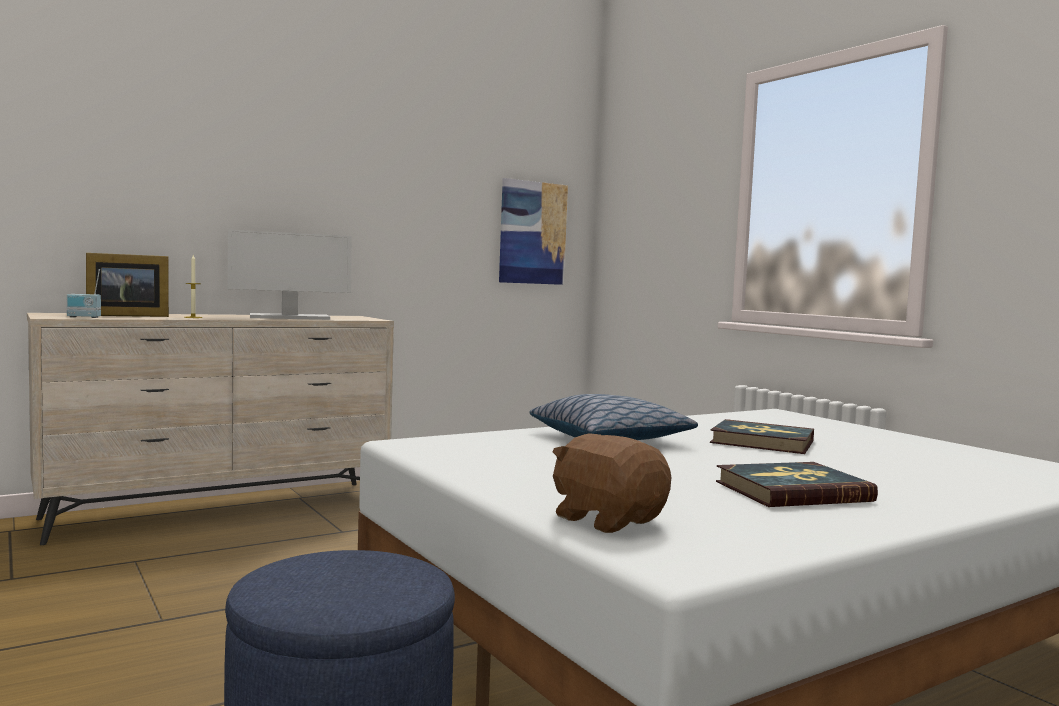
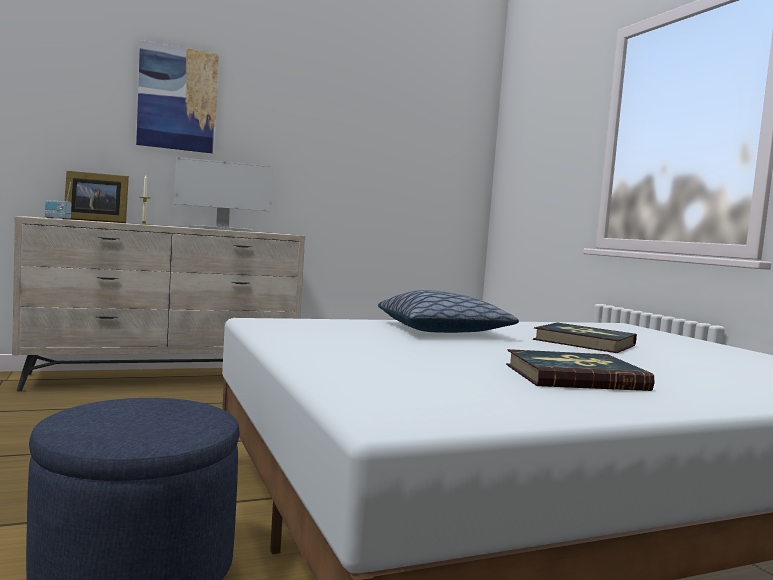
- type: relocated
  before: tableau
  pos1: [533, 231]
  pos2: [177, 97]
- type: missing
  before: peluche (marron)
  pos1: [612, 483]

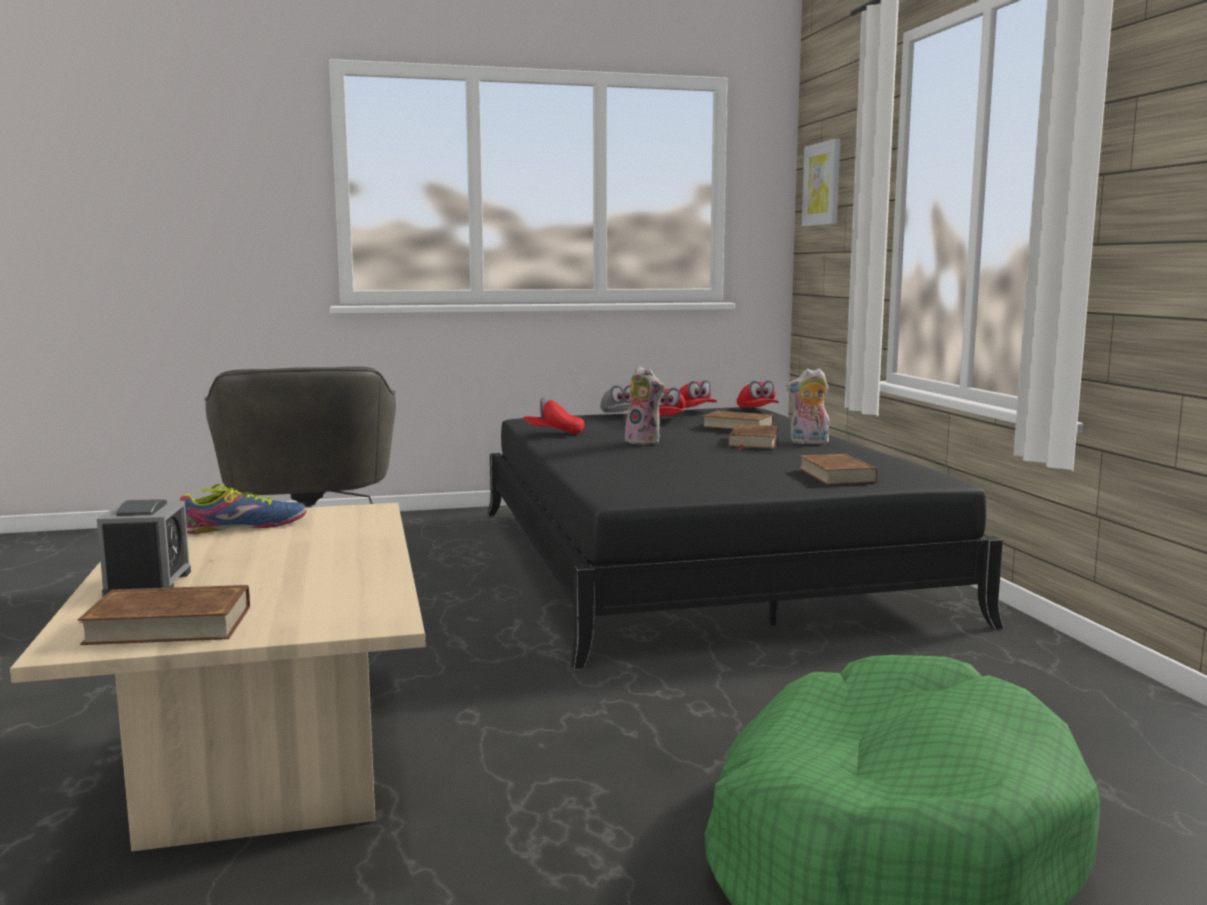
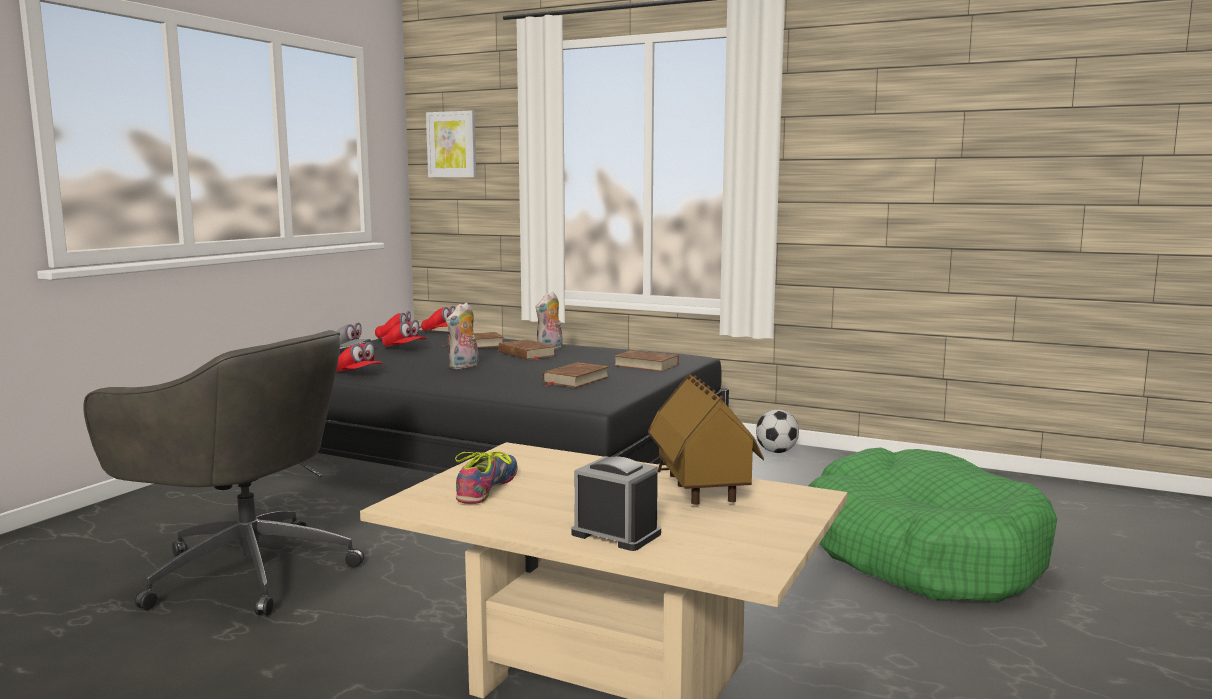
- type: spun
  before: casquette (rouge)
  pos1: [554, 415]
  pos2: [360, 357]
  turn: -90
- type: spun
  before: peluche
  pos1: [644, 405]
  pos2: [462, 335]
  turn: 135
- type: relocated
  before: livre (marron)
  pos1: [164, 615]
  pos2: [576, 375]
- type: appeared
  after: maison miniature
  pos2: [706, 439]
- type: appeared
  after: ballon de foot
  pos2: [777, 431]

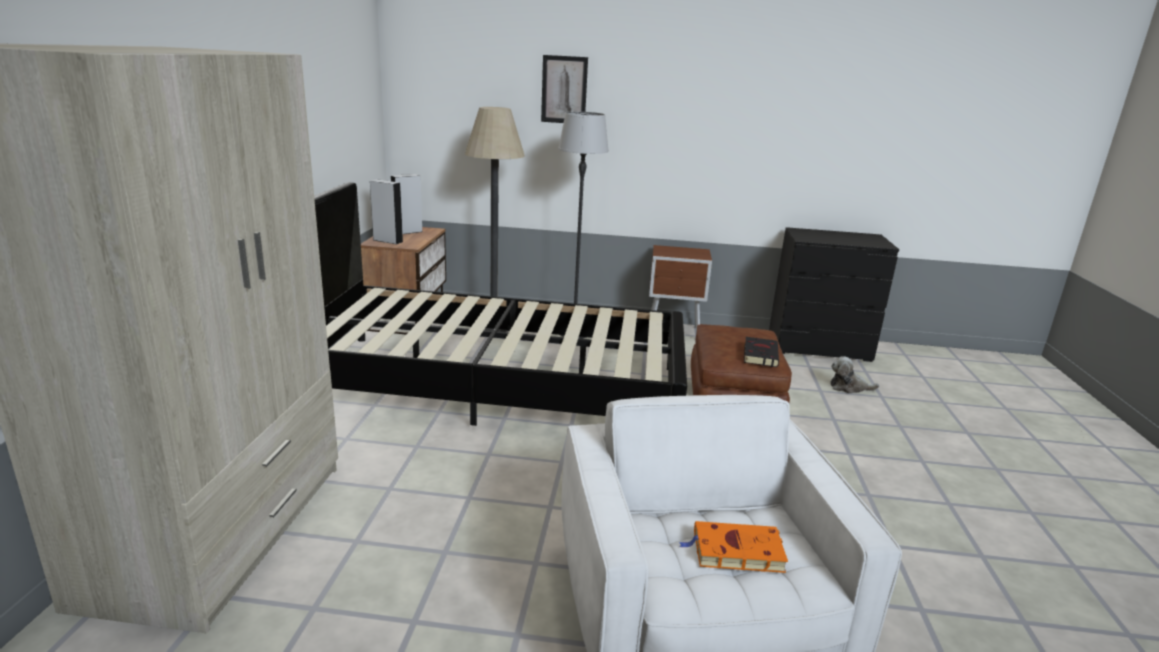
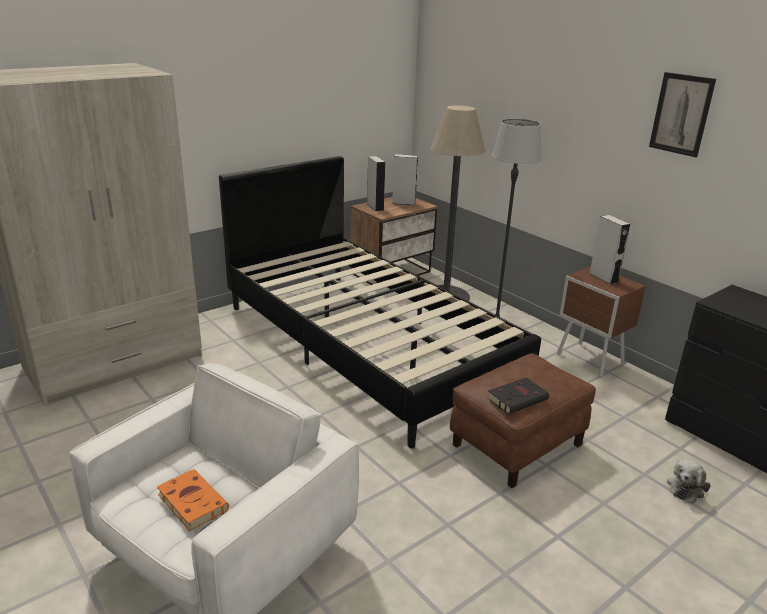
- type: appeared
  after: enceinte (gris)
  pos2: [609, 250]
- type: relocated
  before: tableau
  pos1: [564, 89]
  pos2: [682, 114]
- type: spun
  before: peluche
  pos1: [854, 375]
  pos2: [688, 481]
  turn: -105

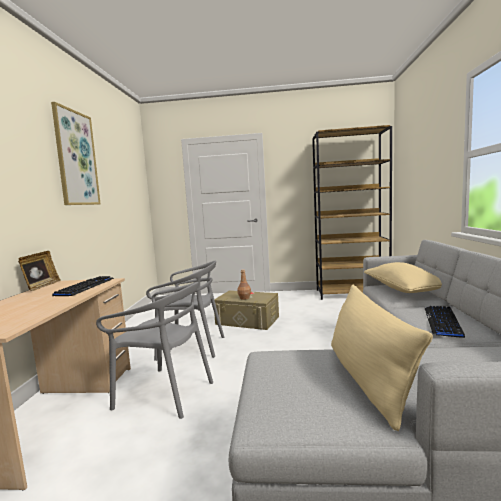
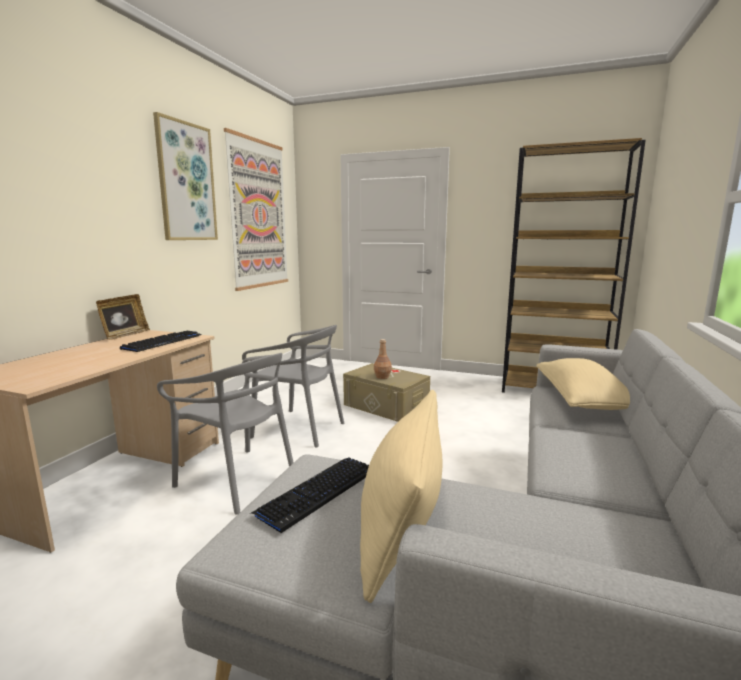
- type: appeared
  after: tableau
  pos2: [256, 209]
- type: relocated
  before: clavier
  pos1: [445, 322]
  pos2: [309, 495]

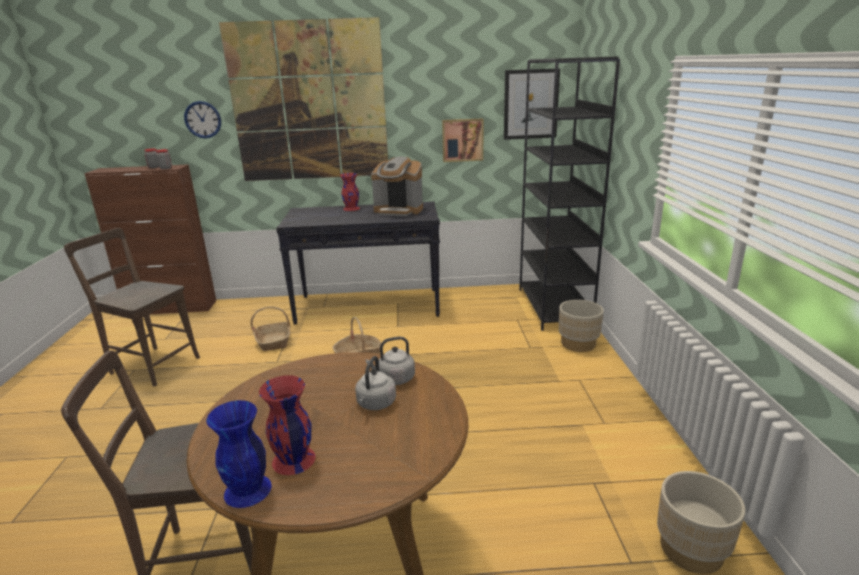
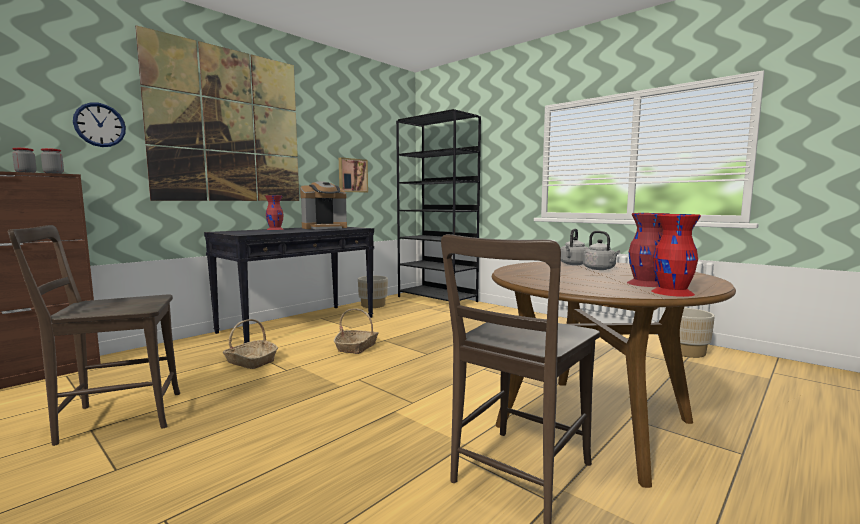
- type: relocated
  before: cache-pot (beige)
  pos1: [581, 326]
  pos2: [373, 292]
- type: colour
  before: vase (bleu)
  after: vase (rouge)
  pos1: [238, 454]
  pos2: [676, 255]
- type: missing
  before: tableau
  pos1: [532, 104]

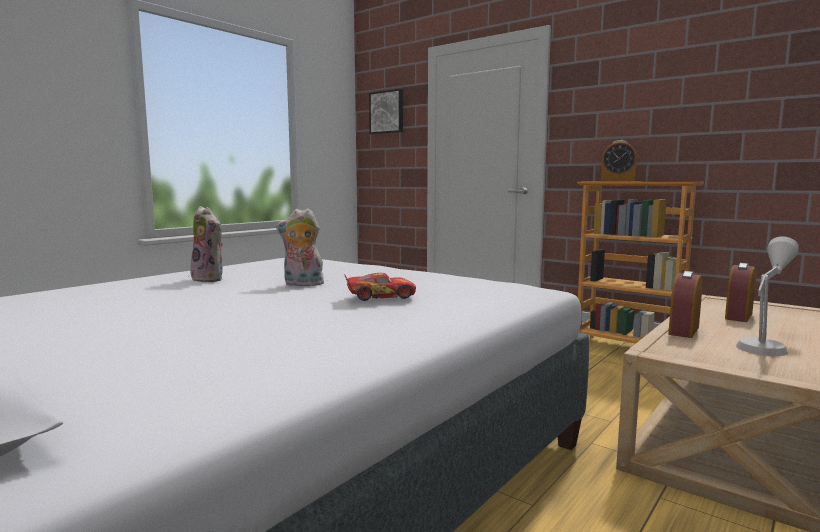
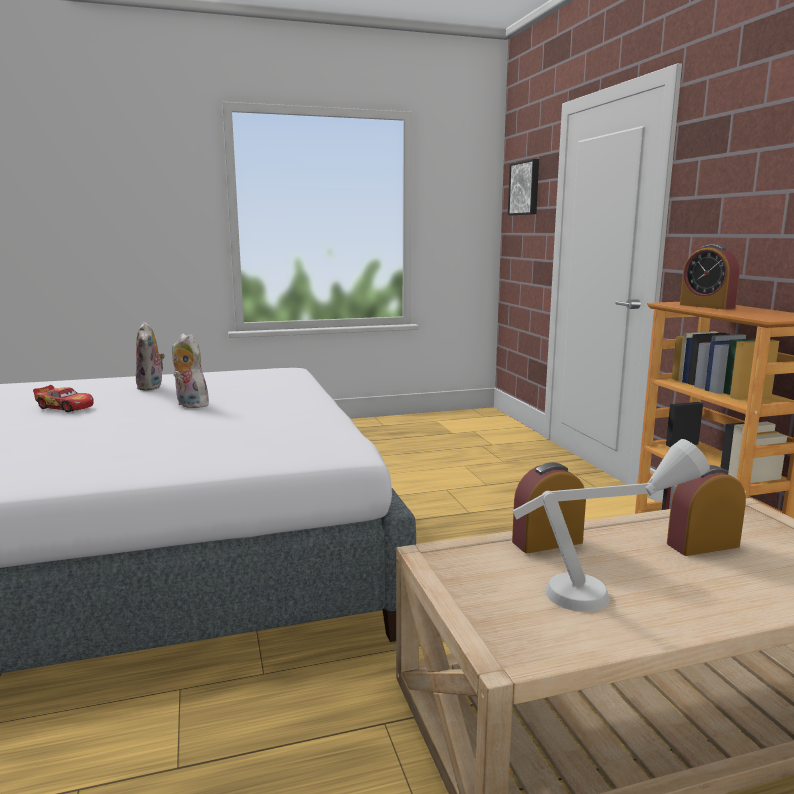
- type: relocated
  before: petite voiture
  pos1: [380, 287]
  pos2: [63, 398]

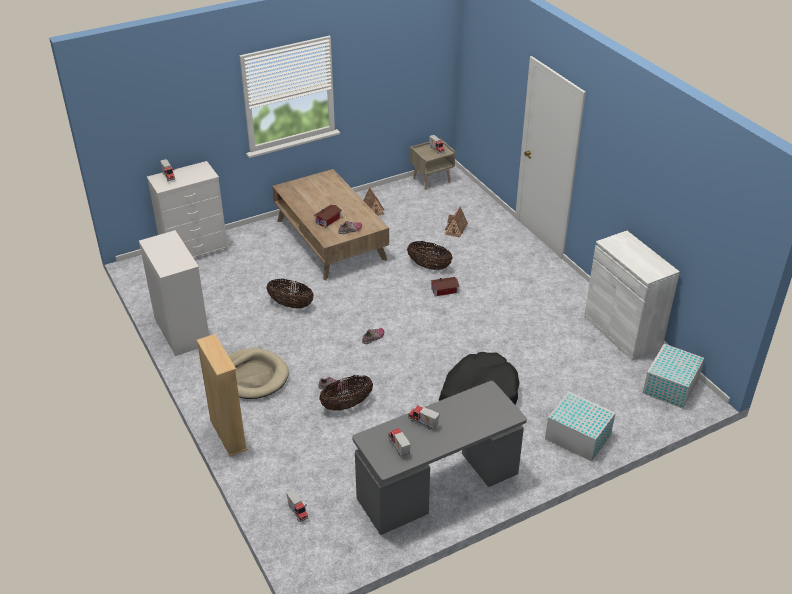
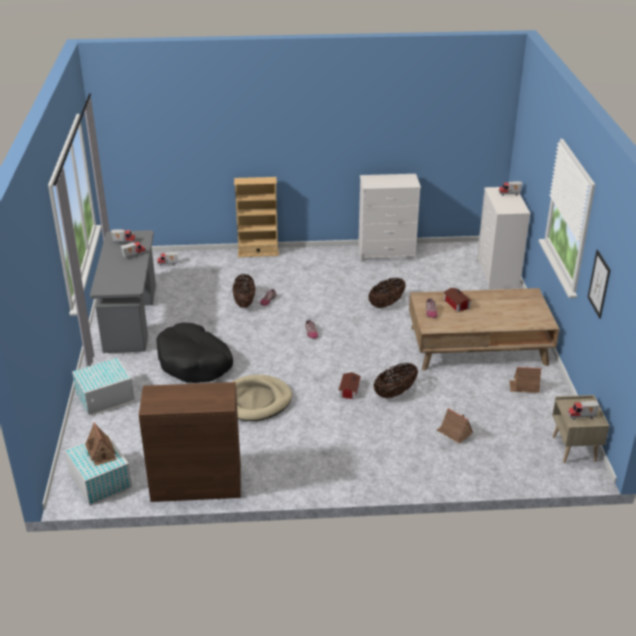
- type: appeared
  after: maison miniature
  pos2: [100, 444]
- type: colour
  before: meuble de rangement (blanc)
  after: meuble de rangement (marron)
  pos1: [632, 296]
  pos2: [190, 442]
- type: relocated
  before: panier pour chien (beige)
  pos1: [258, 373]
  pos2: [262, 398]
- type: appeared
  after: tableau
  pos2: [599, 284]

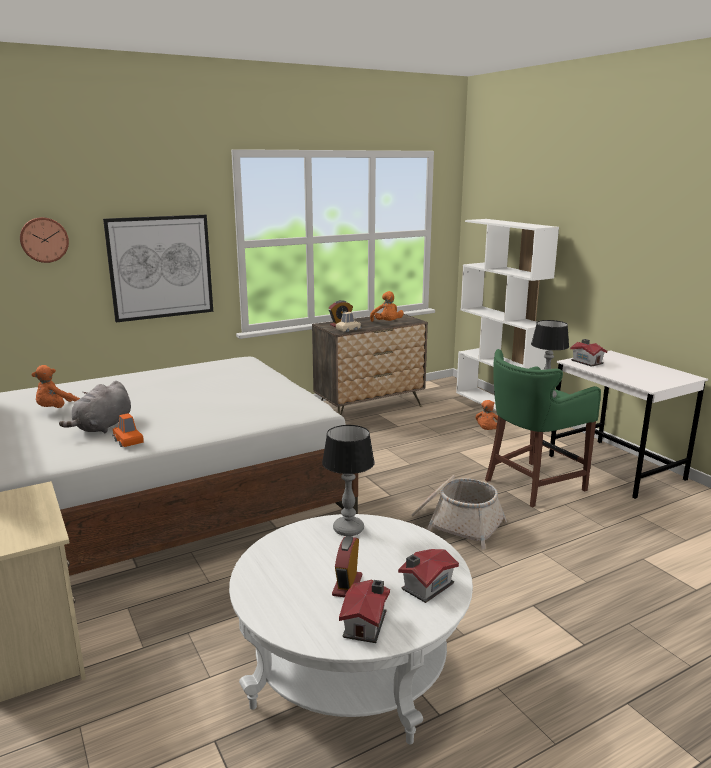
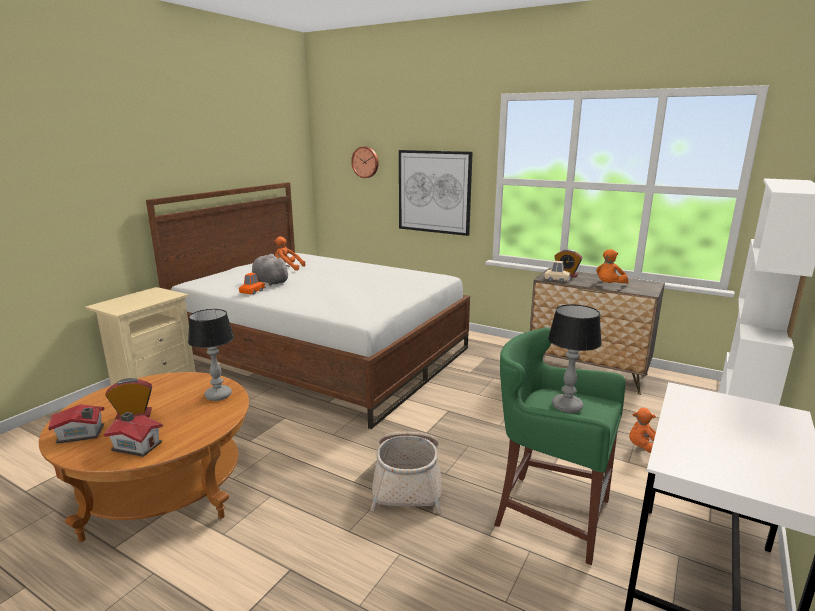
- type: colour
  before: table basse (blanc)
  after: table basse (marron)
  pos1: [351, 629]
  pos2: [144, 457]
- type: spun
  before: peluche (gris)
  pos1: [95, 407]
  pos2: [271, 270]
  turn: 45
- type: missing
  before: maison miniature
  pos1: [588, 353]

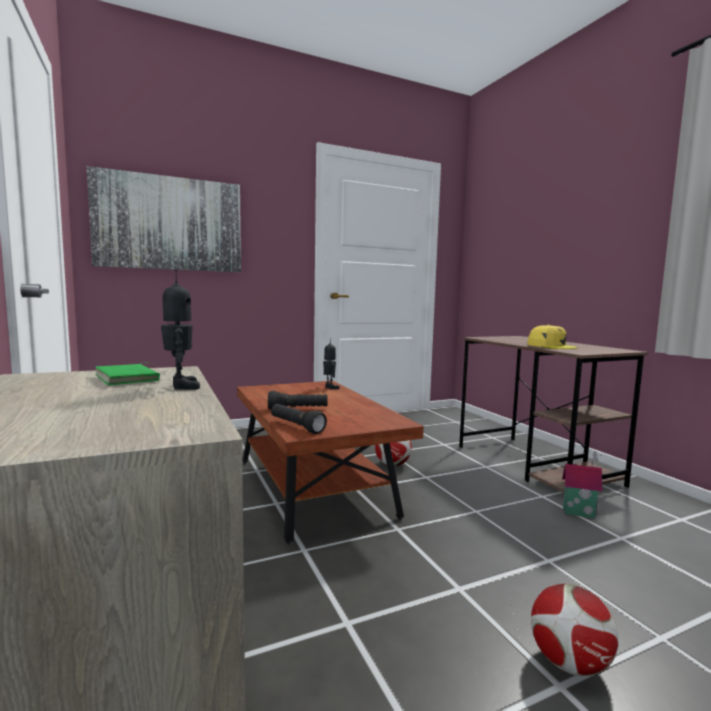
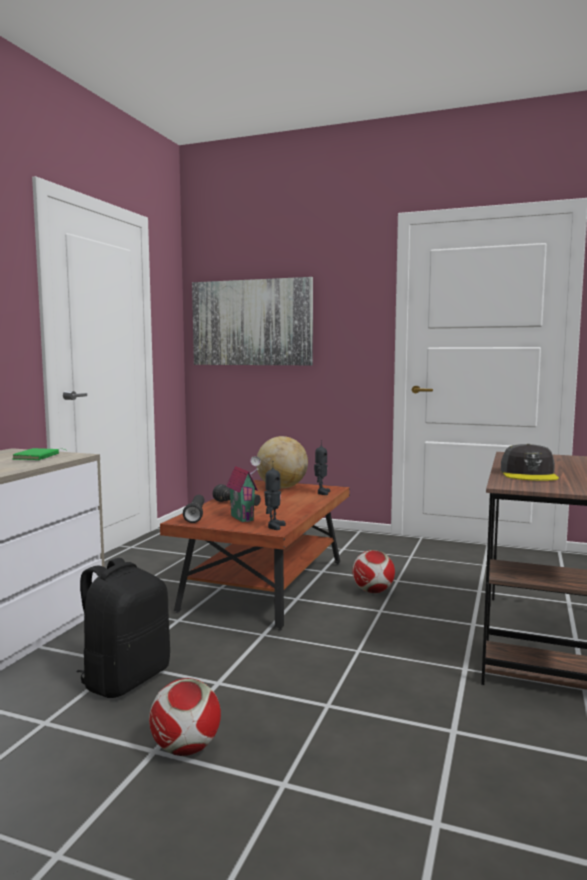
- type: appeared
  after: sac à dos (noir)
  pos2: [123, 628]
- type: relocated
  before: maison miniature
  pos1: [582, 484]
  pos2: [243, 489]
- type: appeared
  after: globe
  pos2: [282, 462]
- type: relocated
  before: robot jouet
  pos1: [180, 329]
  pos2: [275, 495]
- type: colour
  before: casquette (jaune)
  after: casquette (gris)
  pos1: [553, 337]
  pos2: [530, 462]

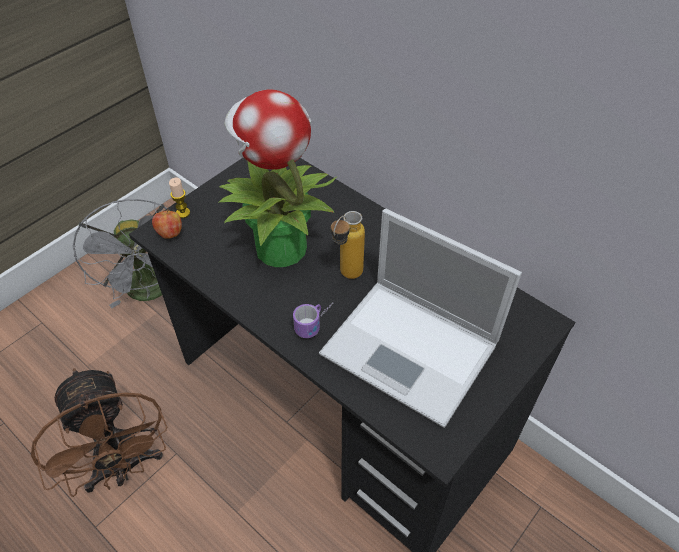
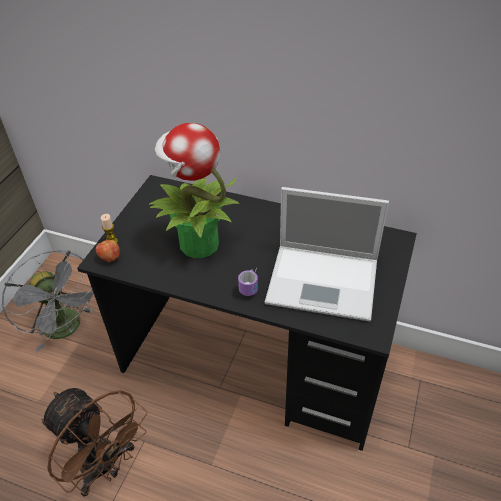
- type: missing
  before: bouteille
  pos1: [348, 245]

